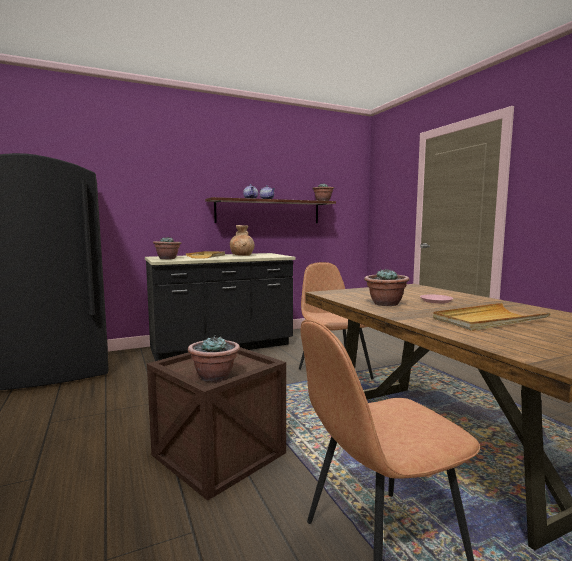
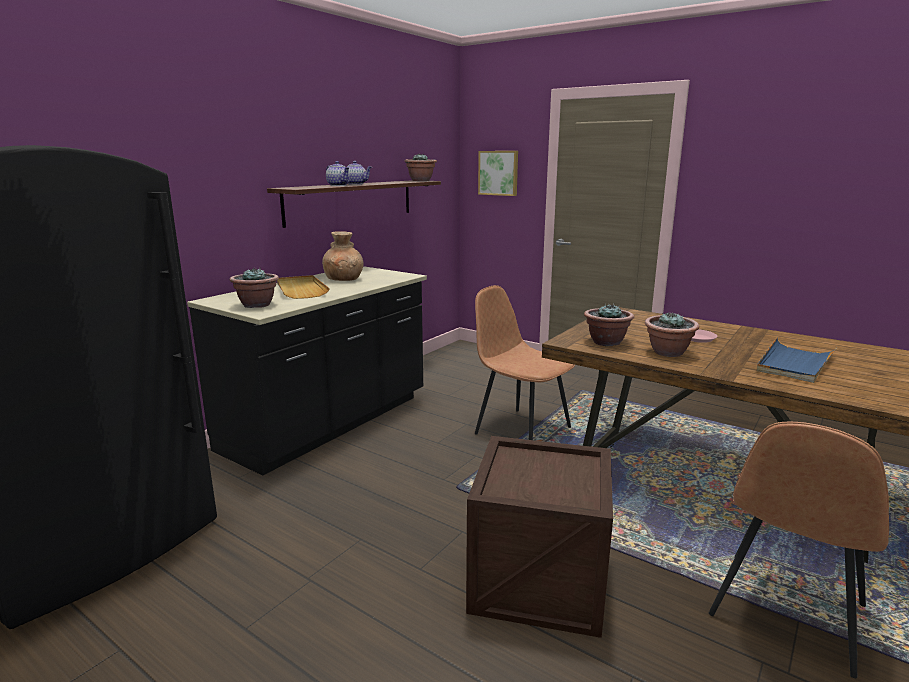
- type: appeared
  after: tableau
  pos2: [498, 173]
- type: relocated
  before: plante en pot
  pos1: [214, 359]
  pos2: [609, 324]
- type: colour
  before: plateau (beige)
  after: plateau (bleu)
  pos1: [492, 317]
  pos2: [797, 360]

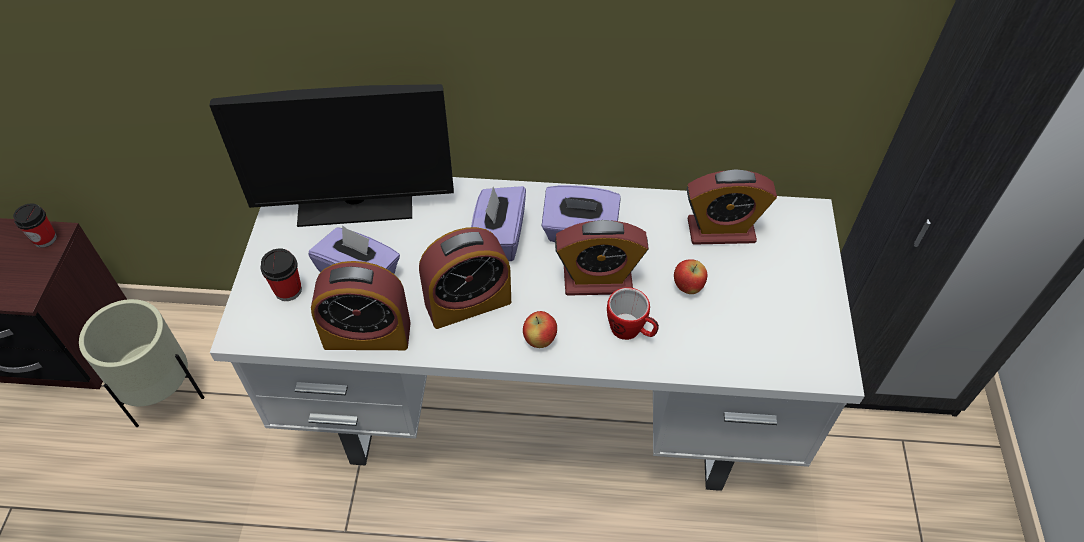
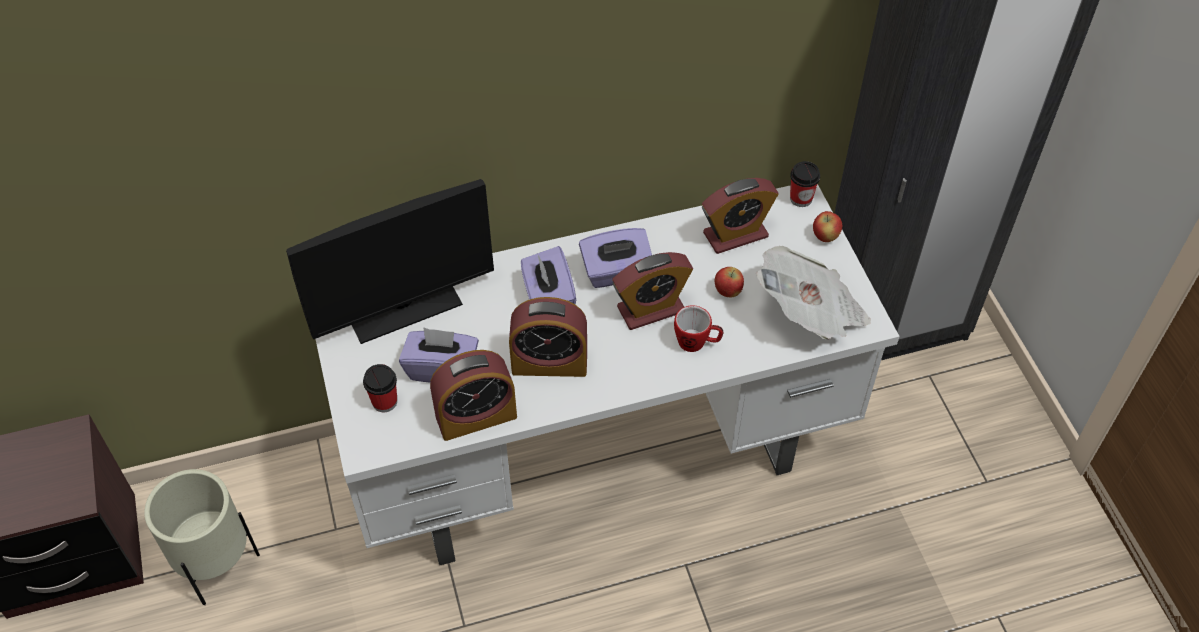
- type: spun
  before: réveil
  pos1: [465, 278]
  pos2: [548, 337]
  turn: 45
- type: appeared
  after: journal
  pos2: [813, 293]
- type: relocated
  before: tasse
  pos1: [35, 226]
  pos2: [805, 184]
- type: relocated
  before: pomme
  pos1: [540, 329]
  pos2: [827, 226]

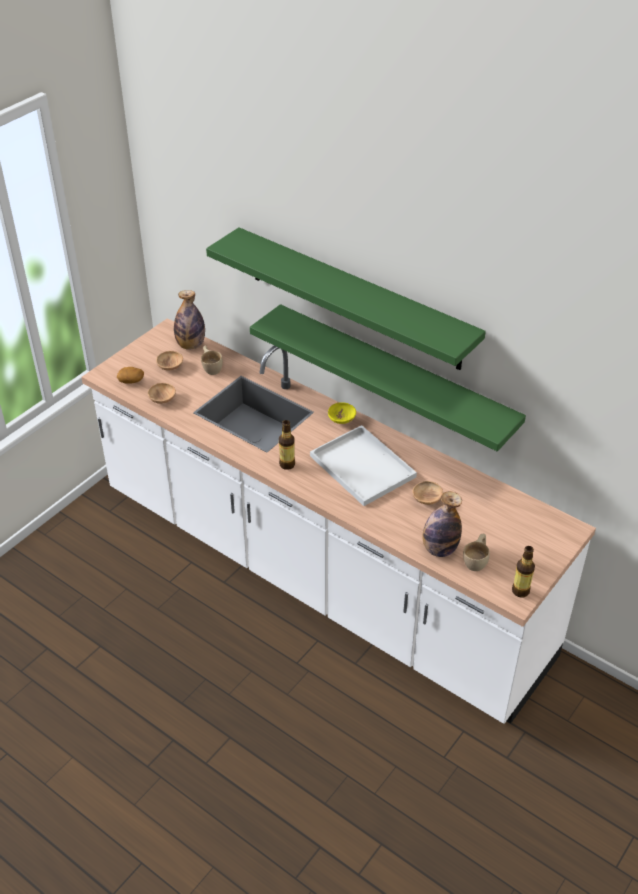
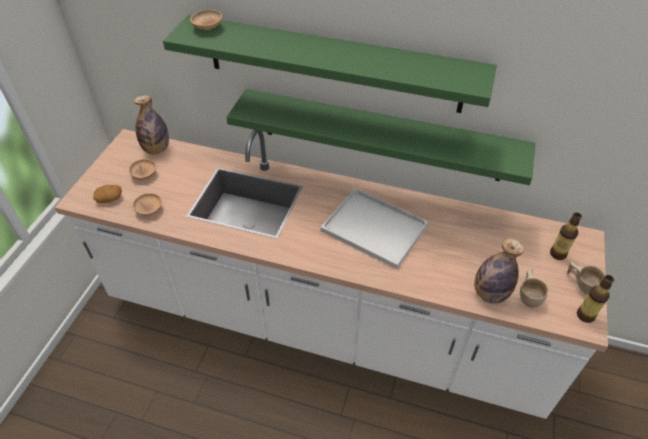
- type: relocated
  before: bol (marron)
  pos1: [427, 493]
  pos2: [206, 20]
- type: relocated
  before: bouteille
  pos1: [287, 445]
  pos2: [566, 236]
- type: relocated
  before: tasse (beige)
  pos1: [212, 360]
  pos2: [586, 277]
- type: missing
  before: bol (jaune)
  pos1: [342, 413]

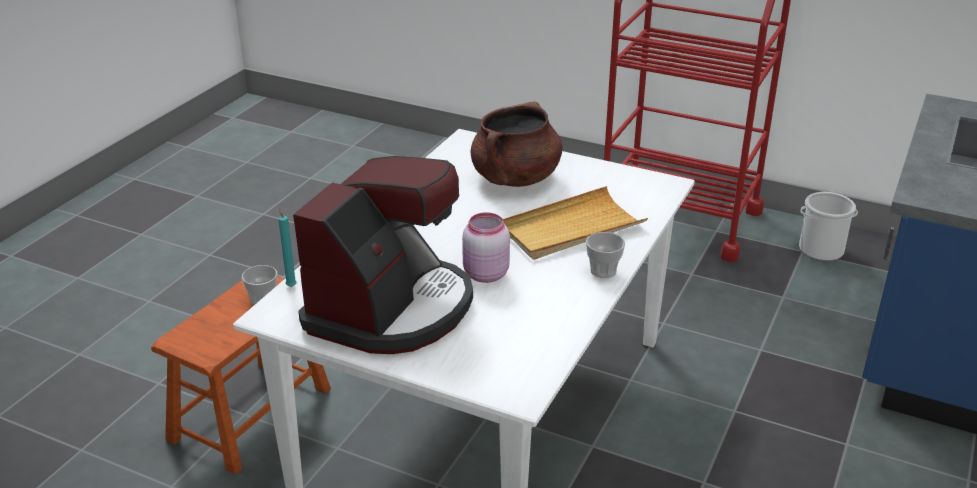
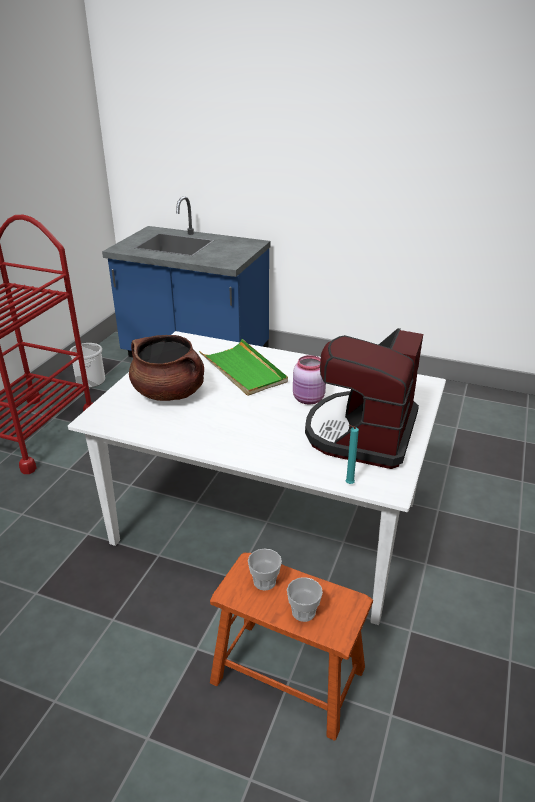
- type: colour
  before: plateau (beige)
  after: plateau (vert)
  pos1: [575, 223]
  pos2: [243, 367]
- type: relocated
  before: tasse
  pos1: [605, 255]
  pos2: [305, 599]
- type: spun
  before: machine à café
  pos1: [383, 255]
  pos2: [364, 398]
  turn: -90

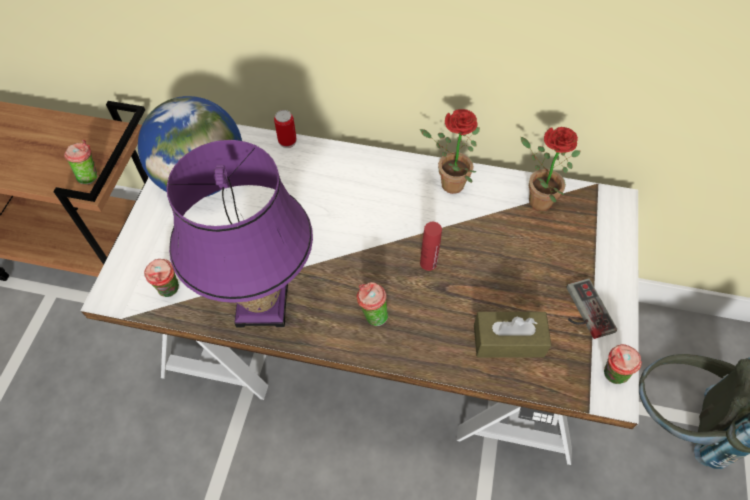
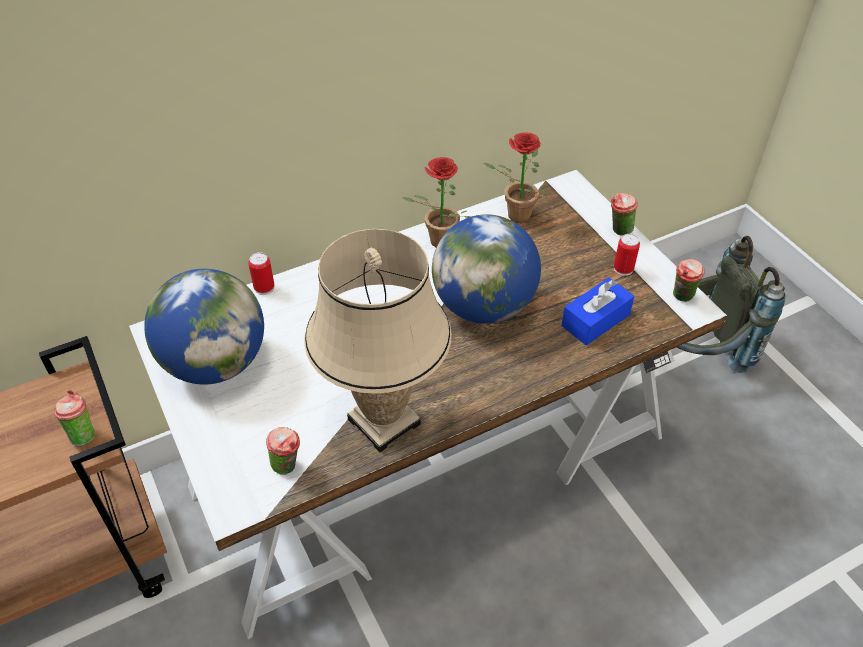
- type: colour
  before: lampe de table (violet)
  after: lampe de table (beige)
  pos1: [239, 233]
  pos2: [378, 341]
- type: exchanged
  before: bouteille (rouge)
  after: globe
  pos1: [431, 246]
  pos2: [486, 269]
- type: colour
  before: boîte à mouchoirs (marron)
  after: boîte à mouchoirs (bleu)
  pos1: [512, 335]
  pos2: [597, 311]
- type: relocated
  before: tasse
  pos1: [372, 304]
  pos2: [624, 214]
- type: exchanged
  before: manette
  after: boîte métallique
  pos1: [592, 308]
  pos2: [627, 255]

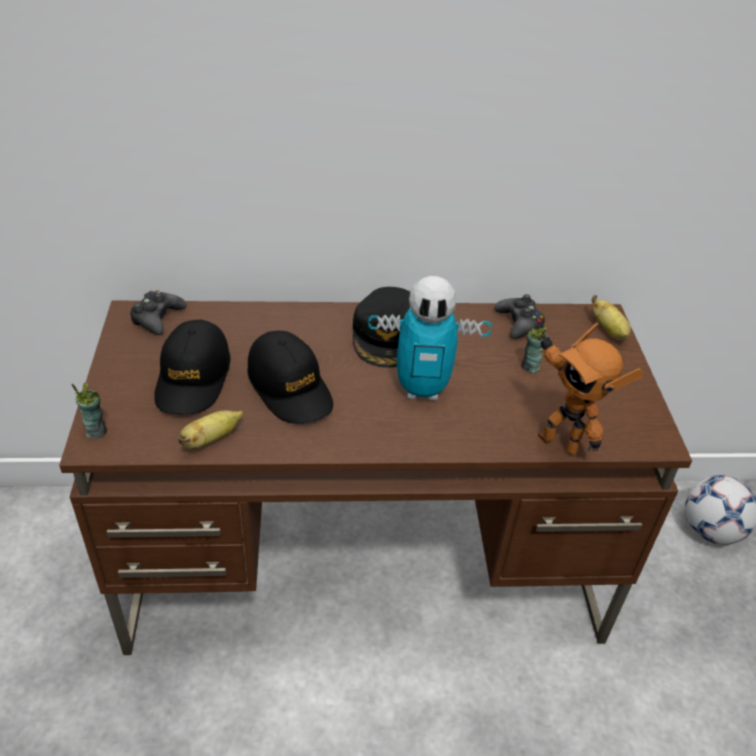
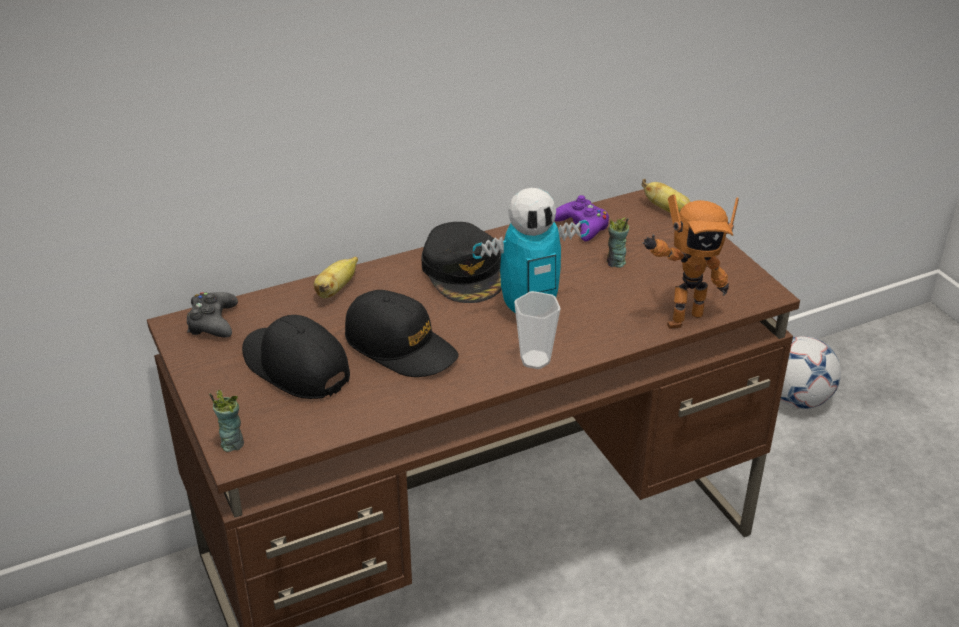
- type: spun
  before: casquette (noir)
  pos1: [192, 367]
  pos2: [296, 357]
  turn: 150
- type: relocated
  before: banane
  pos1: [211, 429]
  pos2: [336, 277]
- type: appeared
  after: tasse
  pos2: [537, 330]
- type: colour
  before: manette (noir)
  after: manette (violet)
  pos1: [519, 316]
  pos2: [582, 218]
- type: spun
  before: robot jouet
  pos1: [591, 388]
  pos2: [690, 261]
  turn: -45

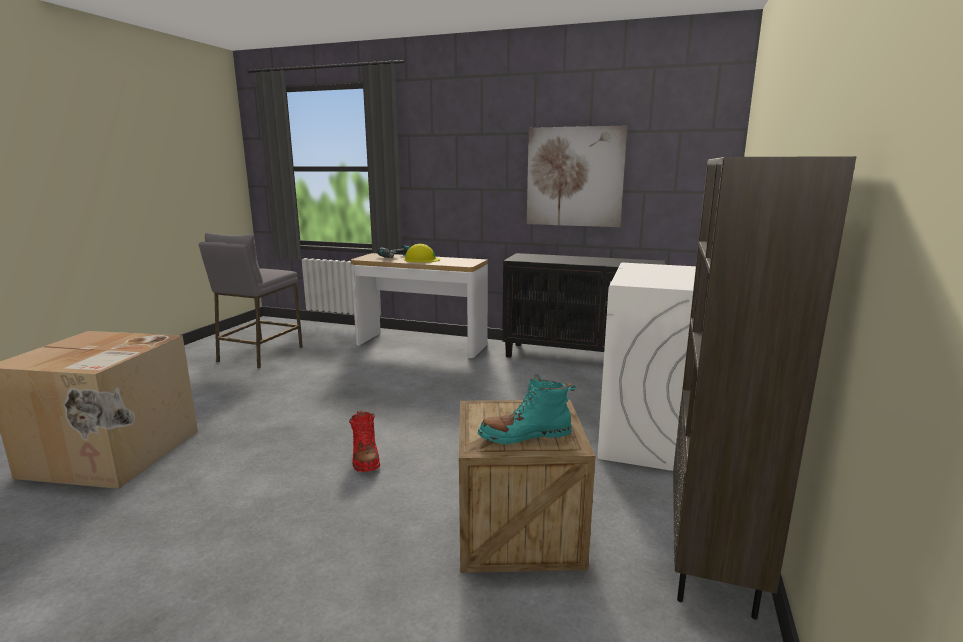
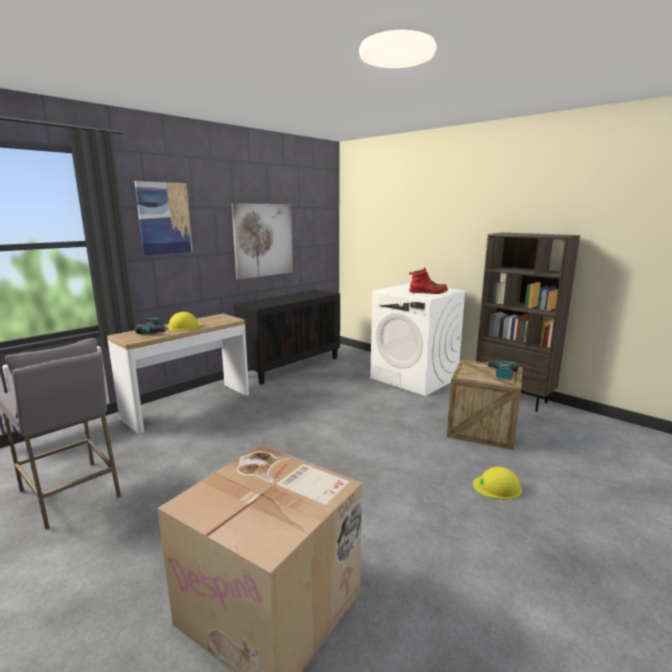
- type: appeared
  after: tableau
  pos2: [163, 218]
- type: relocated
  before: botte (rouge)
  pos1: [364, 441]
  pos2: [428, 280]
- type: appeared
  after: casque de chantier (jaune)
  pos2: [497, 483]
- type: exchanged
  before: botte (turquoise)
  after: perceuse
  pos1: [527, 408]
  pos2: [502, 370]

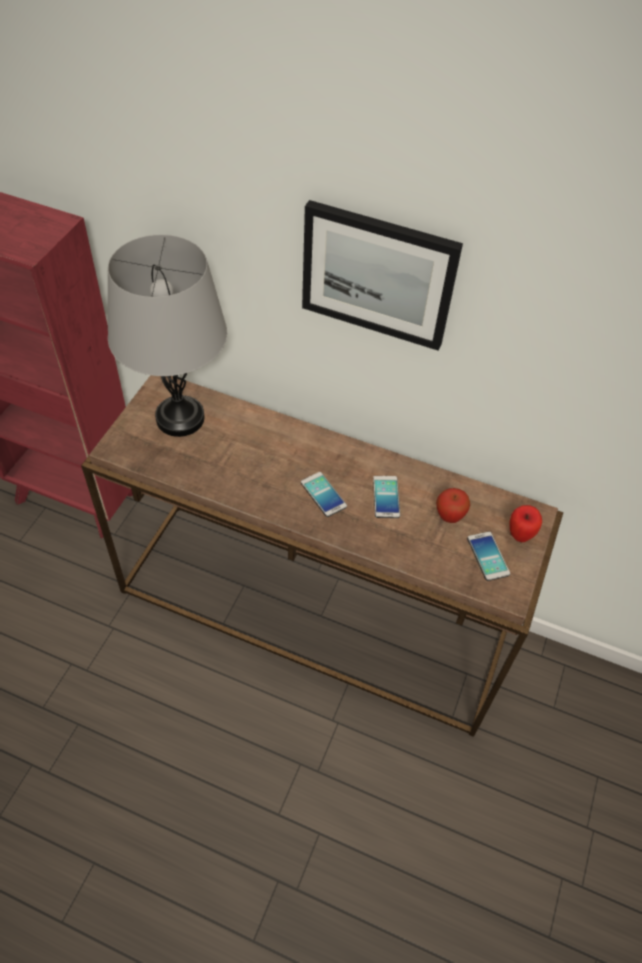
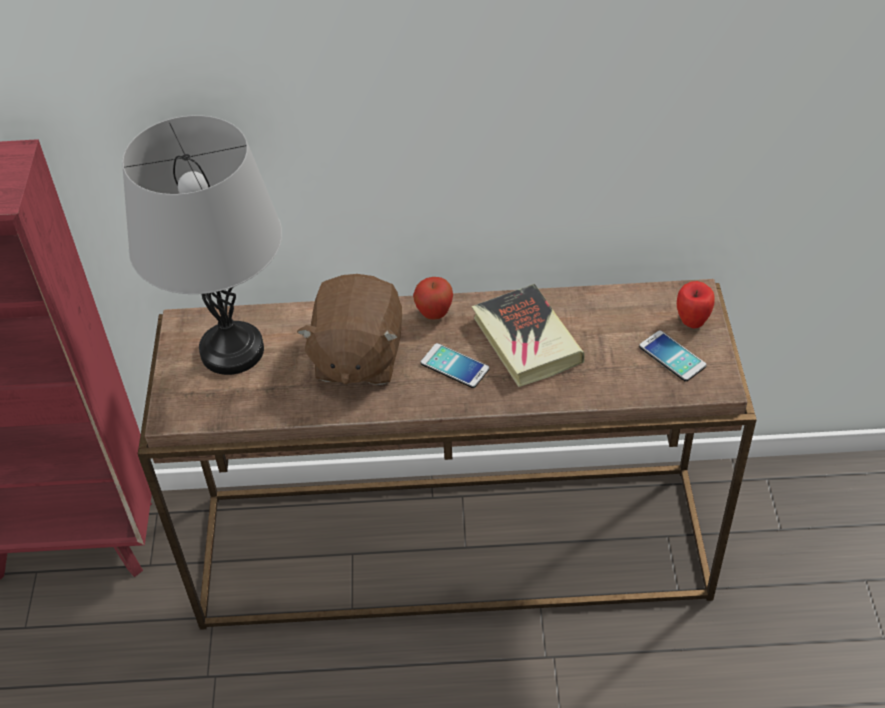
- type: appeared
  after: peluche (marron)
  pos2: [349, 329]
- type: relocated
  before: pomme
  pos1: [453, 505]
  pos2: [433, 298]
- type: exchanged
  before: téléphone
  after: livre
  pos1: [386, 497]
  pos2: [528, 335]
- type: missing
  before: tableau
  pos1: [382, 275]

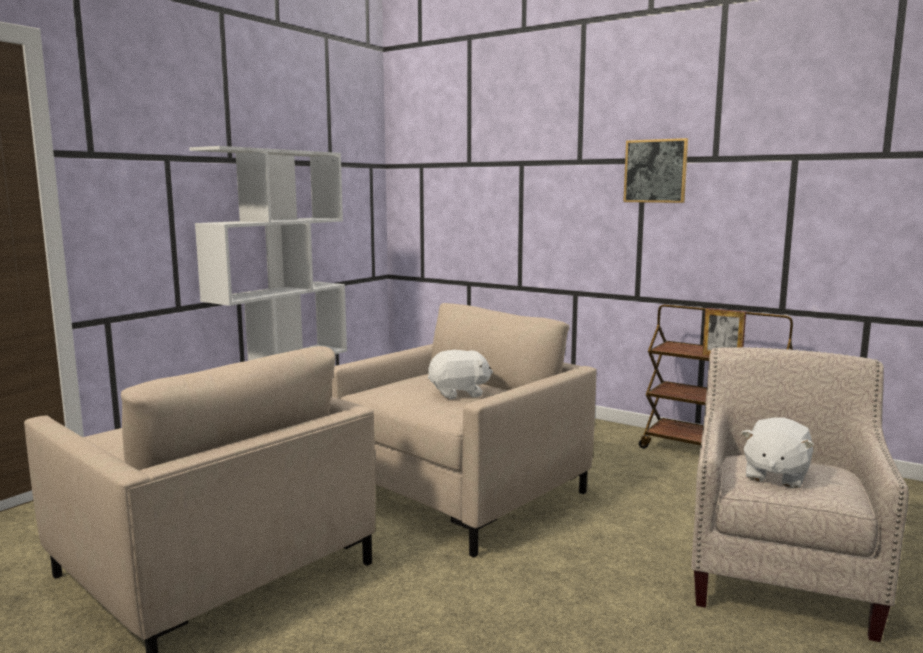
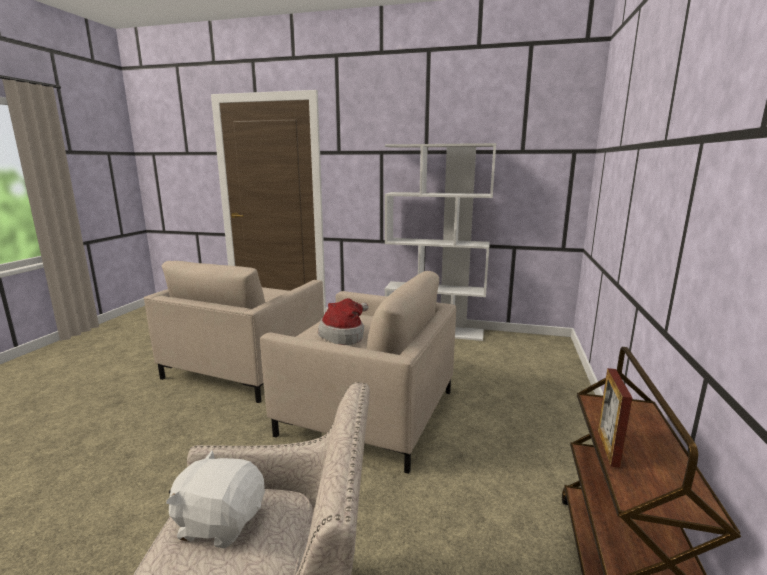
- type: exchanged
  before: peluche (blanc)
  after: chapeau
  pos1: [460, 374]
  pos2: [343, 321]
- type: missing
  before: tableau
  pos1: [655, 170]

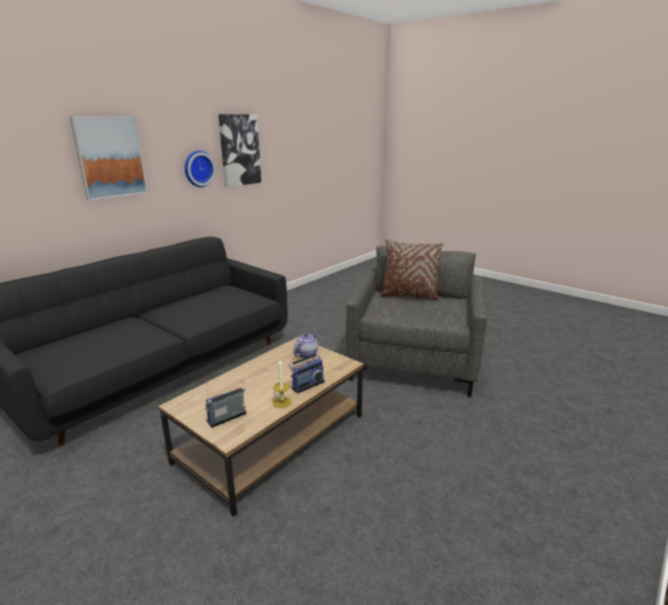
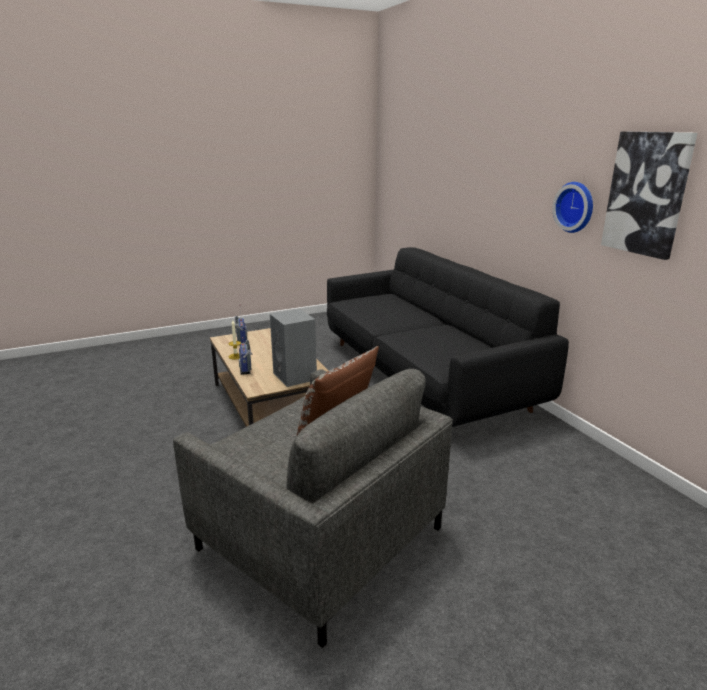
- type: exchanged
  before: théière
  after: enceinte (gris)
  pos1: [306, 345]
  pos2: [293, 348]
- type: missing
  before: tableau
  pos1: [109, 158]

